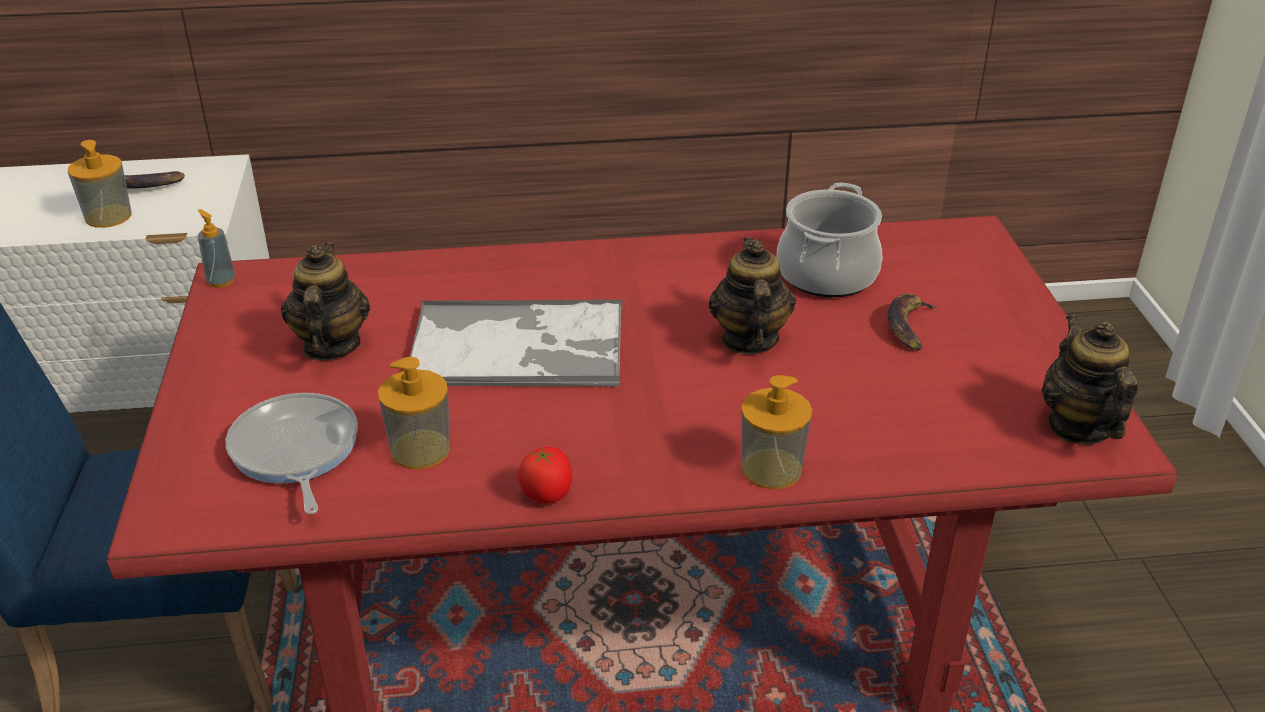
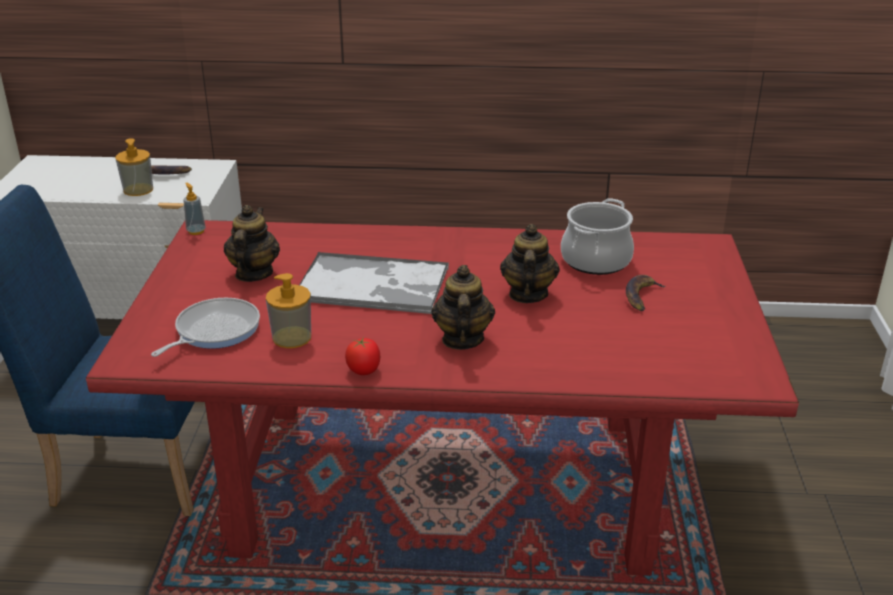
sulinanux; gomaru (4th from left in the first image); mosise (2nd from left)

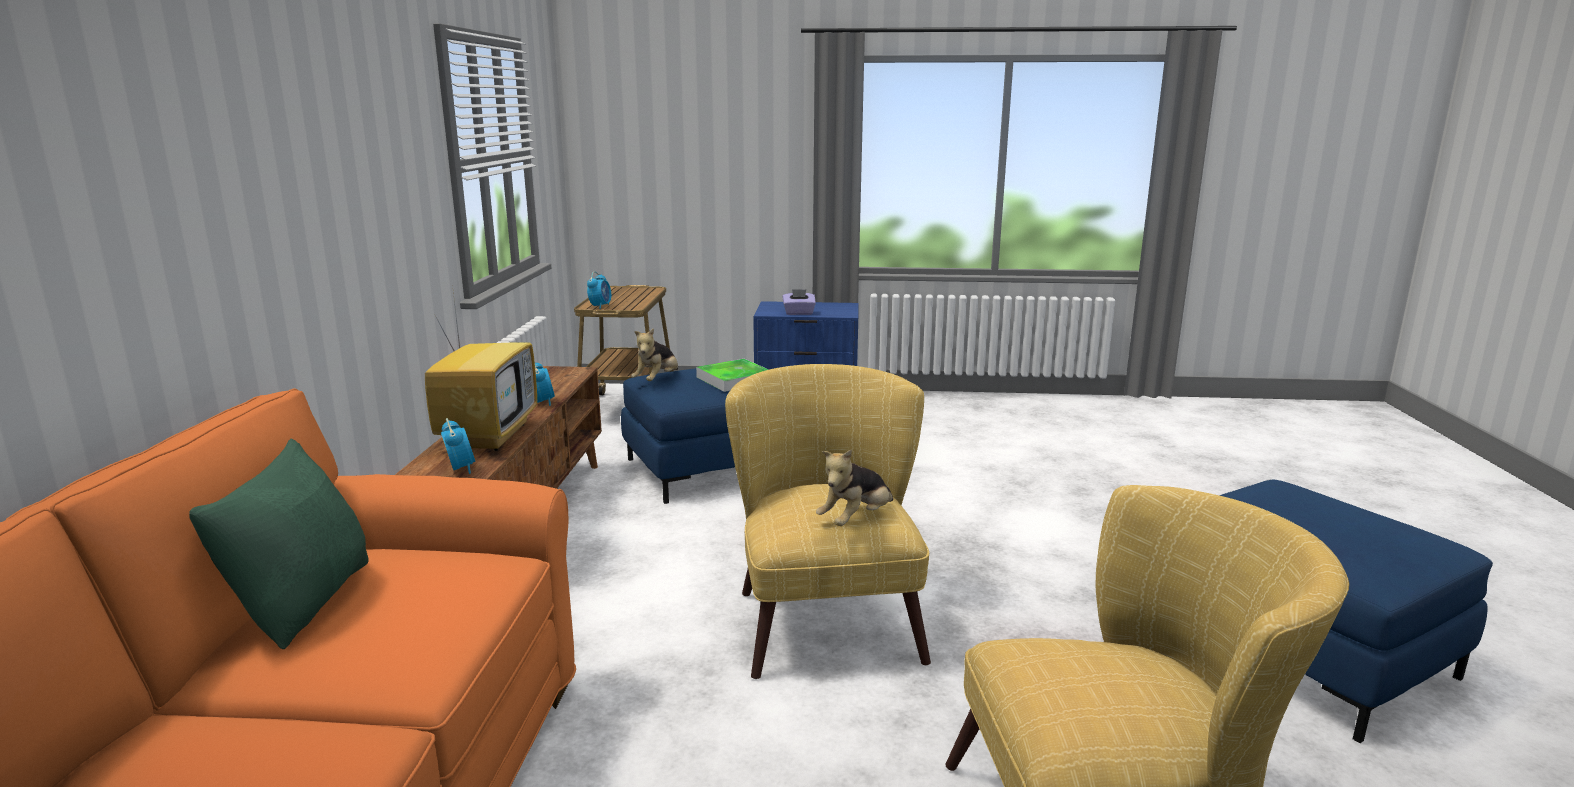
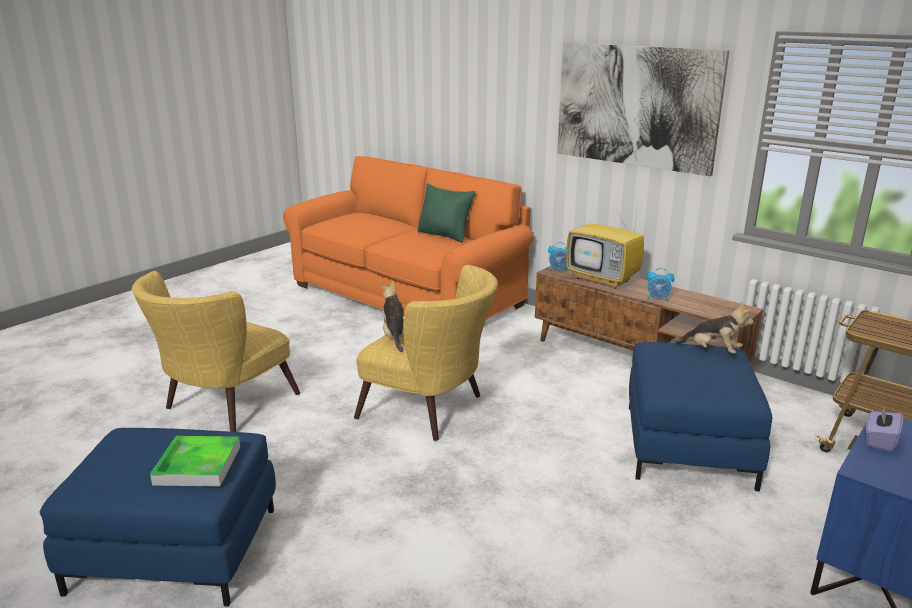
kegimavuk (3rd from left in the first image); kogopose (2nd from left); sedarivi; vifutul

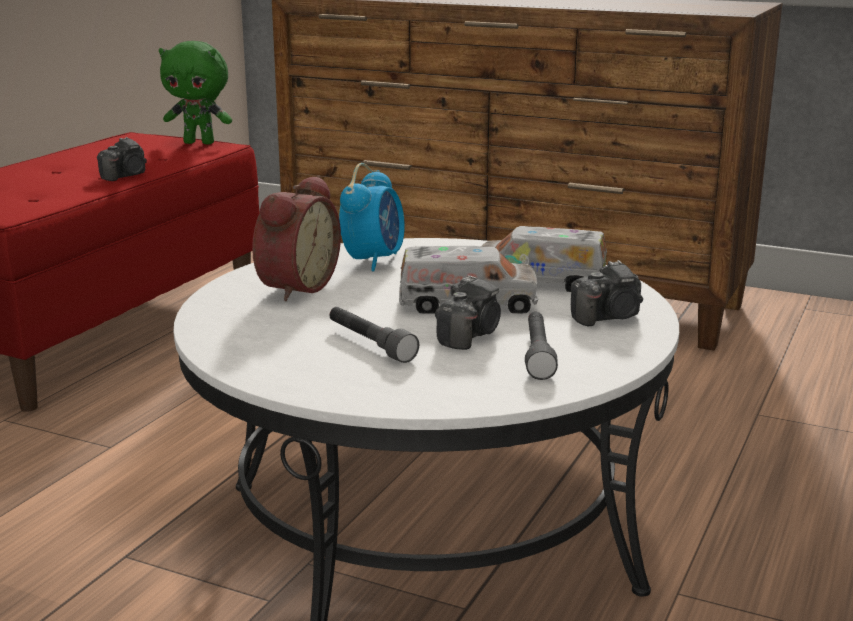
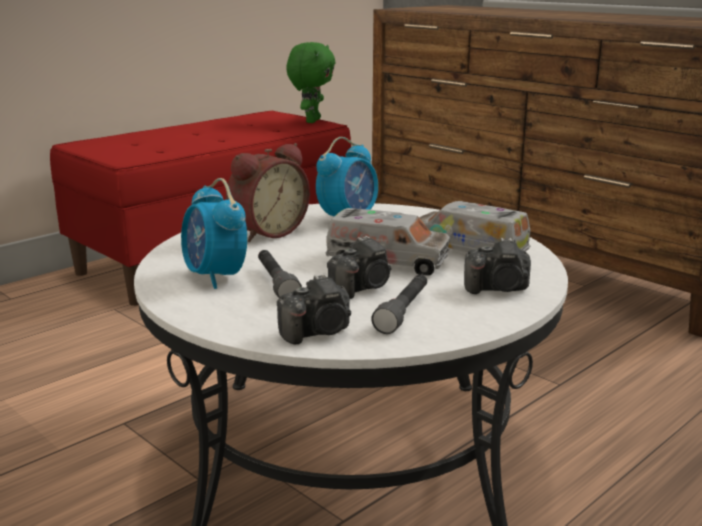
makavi (1st from left); kogopose (green); kegimavuk (1st from left)

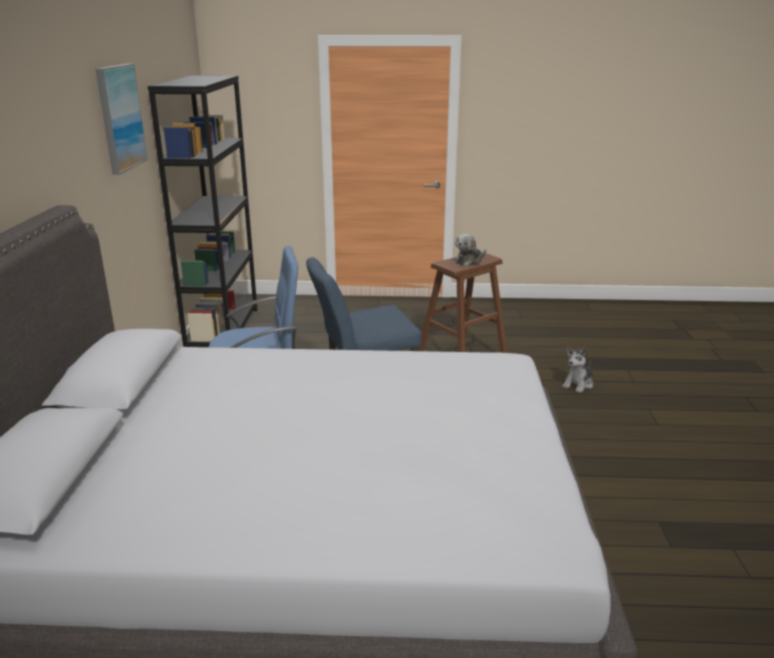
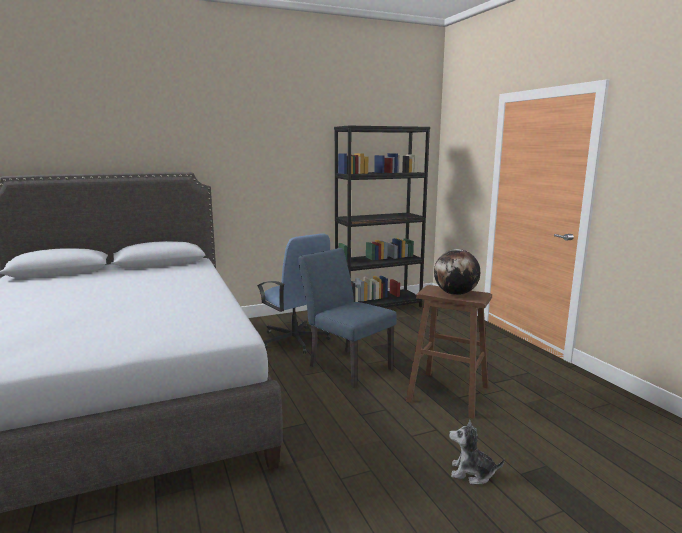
vifutul; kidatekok

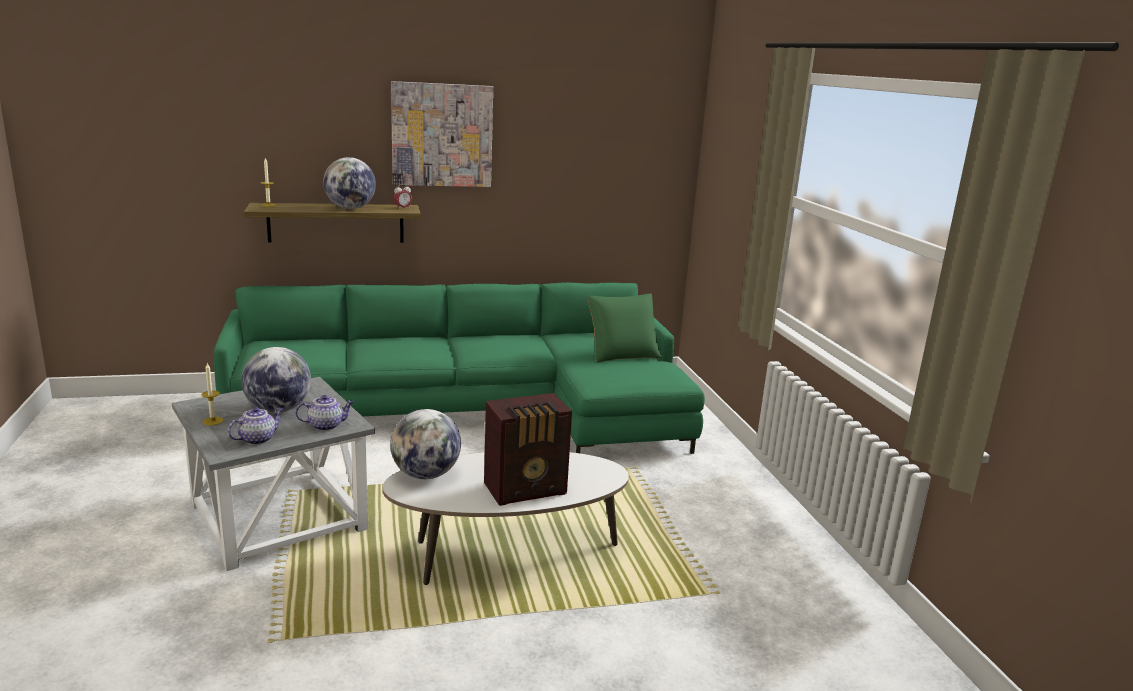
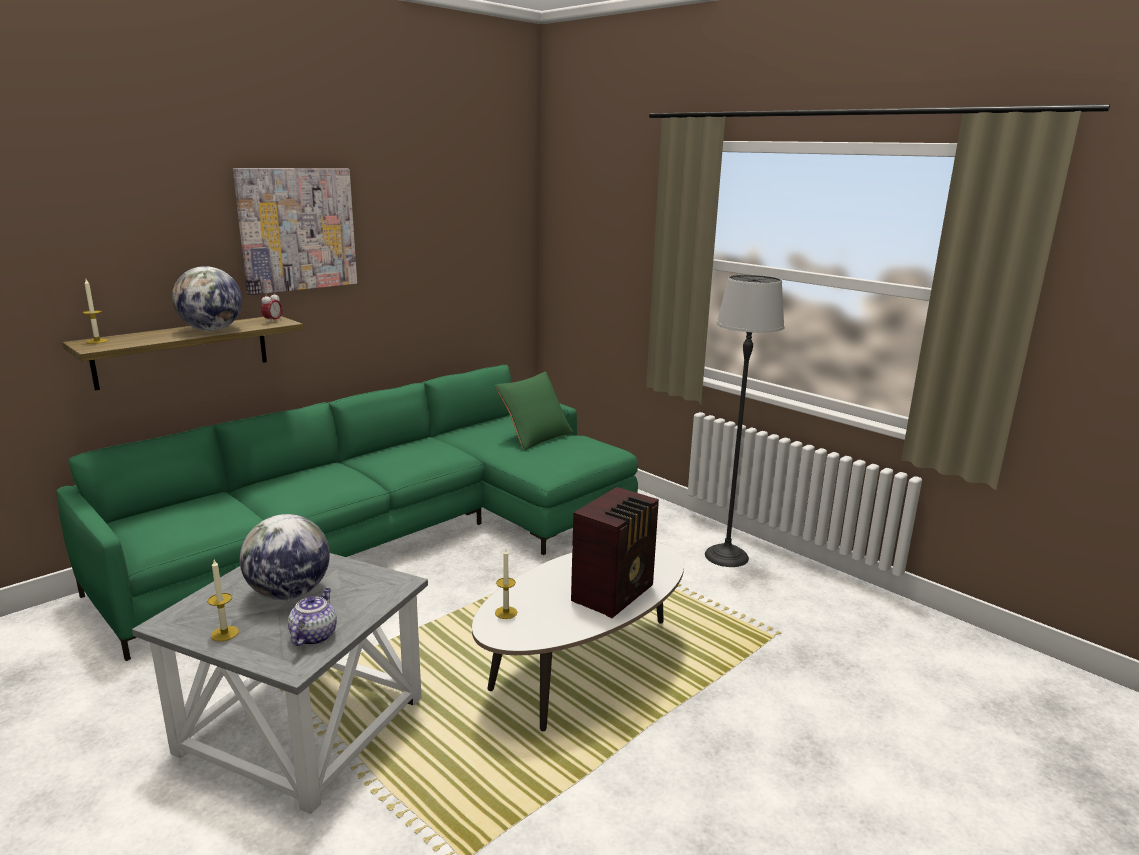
mosise (2nd from left in the first image); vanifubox (3rd from left); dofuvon

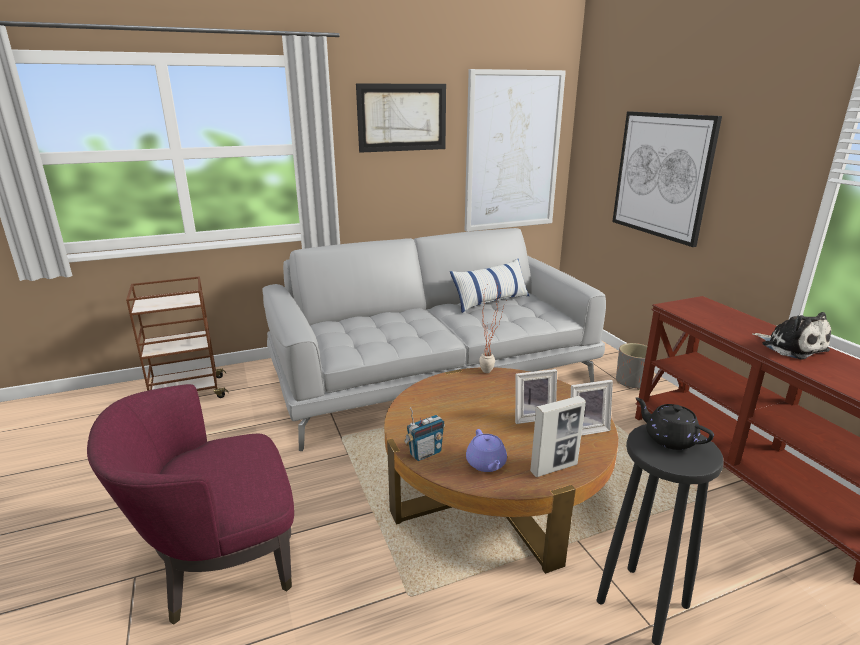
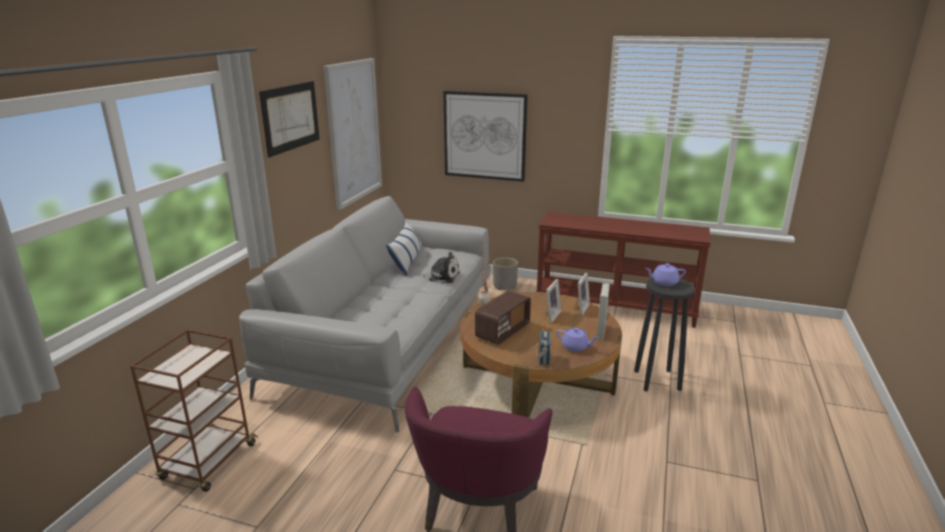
mosise (purple) (2nd from left); kogopose; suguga (1st from left)

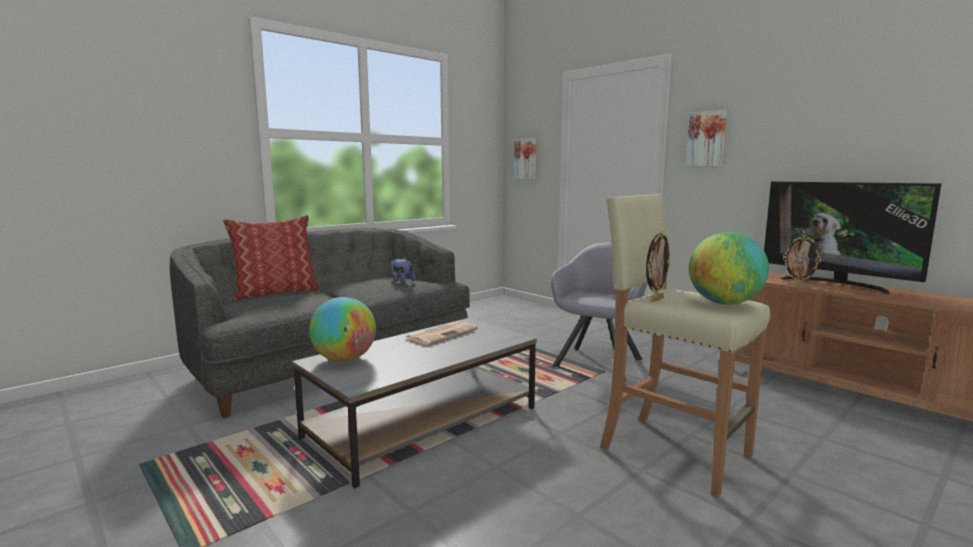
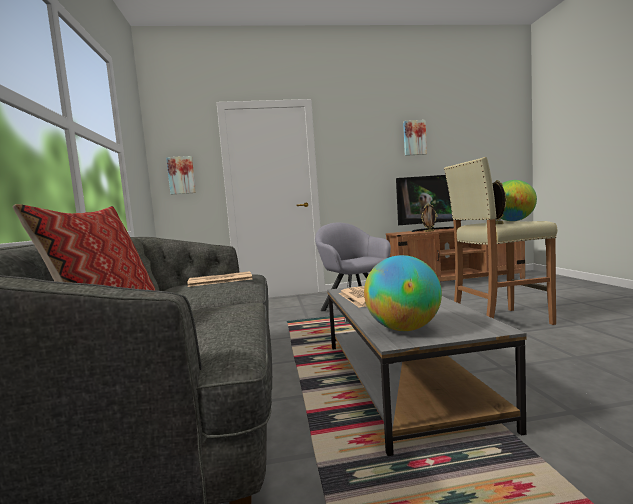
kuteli (1st from left); vifutul (2nd from left)

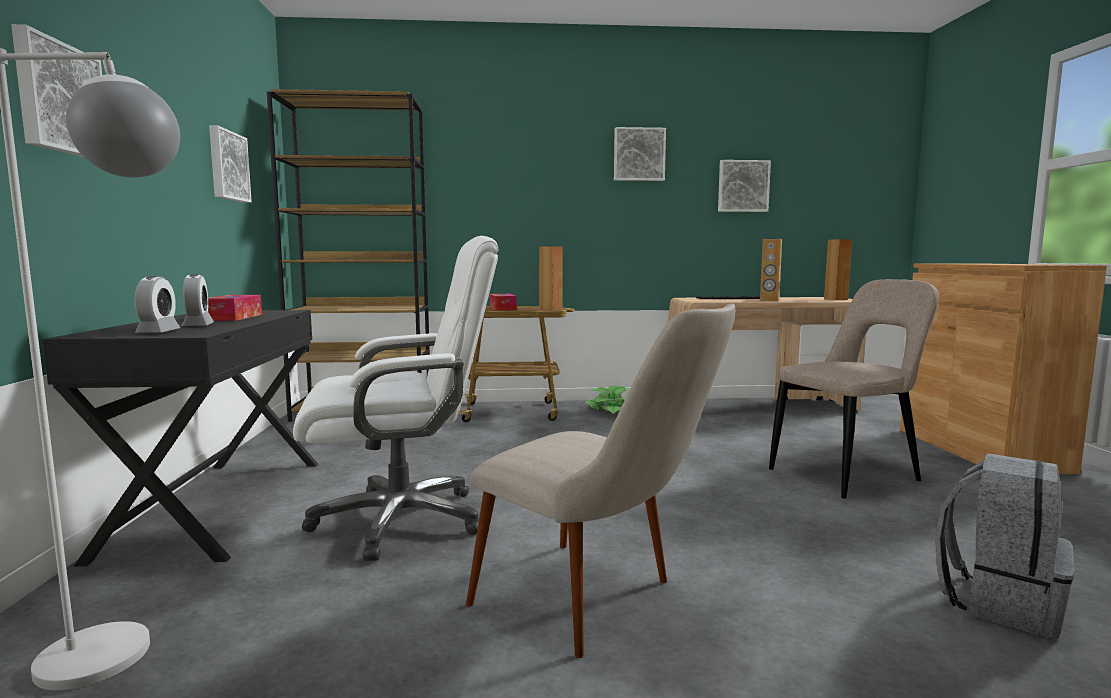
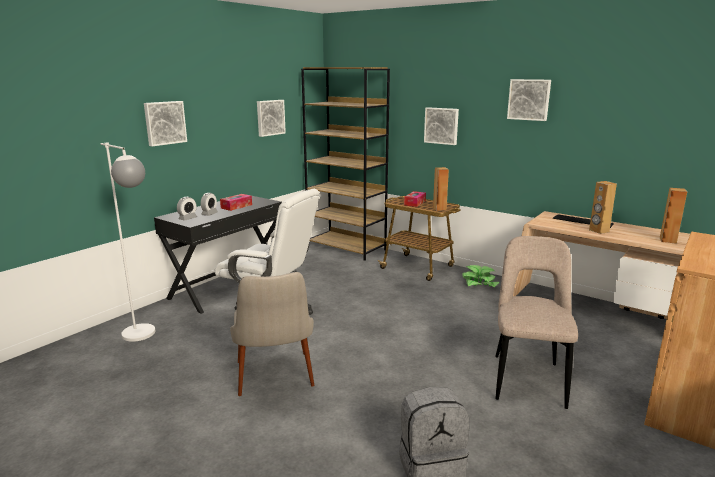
vifutul (3rd from left); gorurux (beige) (2nd from left)

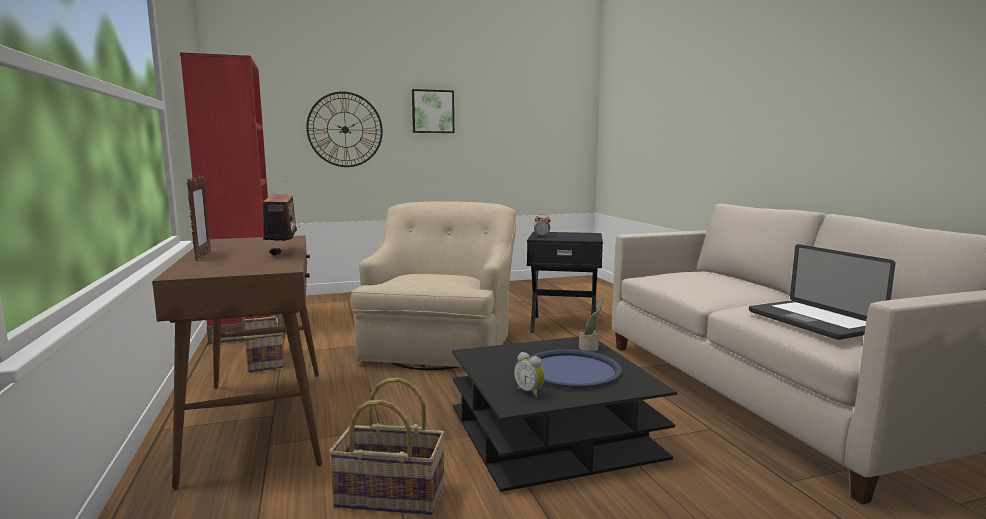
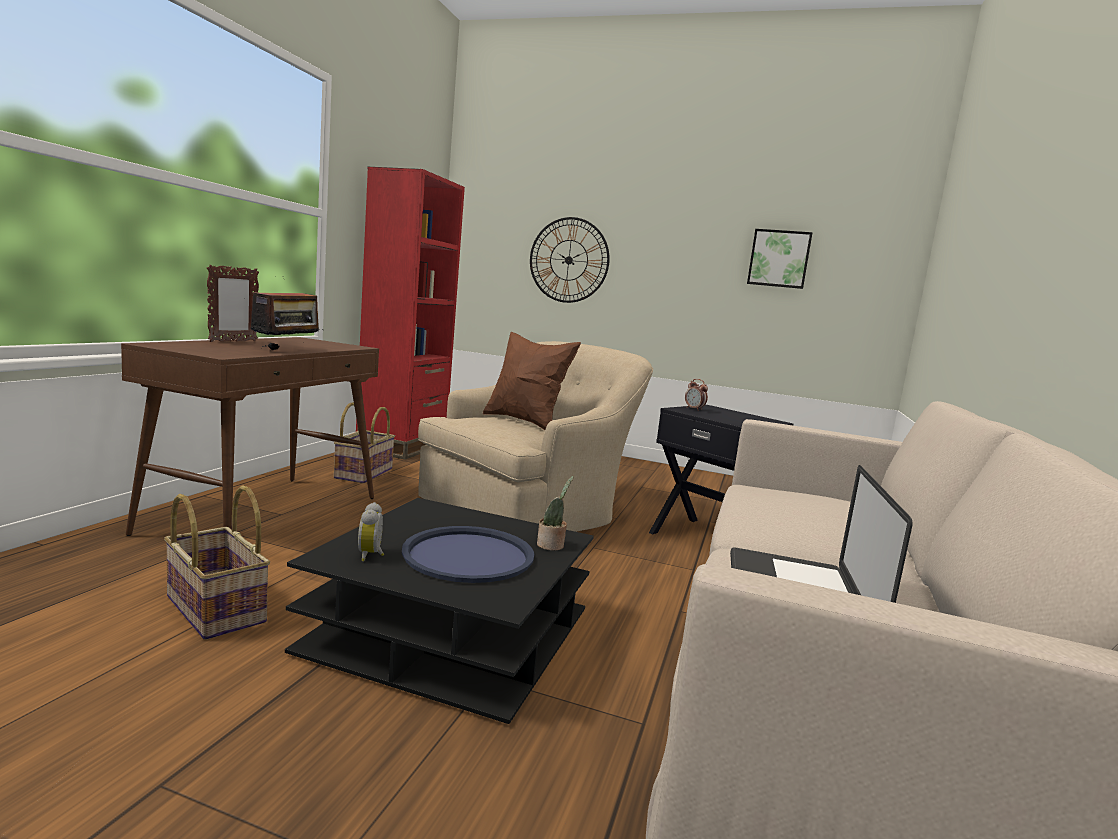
vifutul; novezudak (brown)

